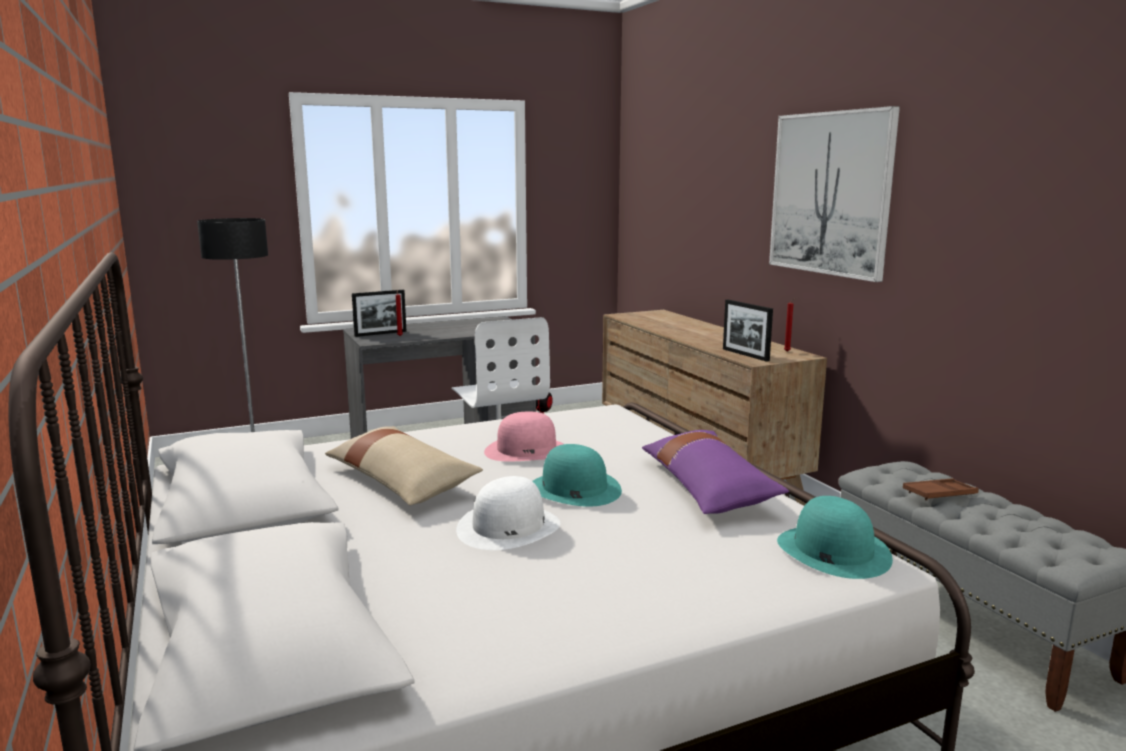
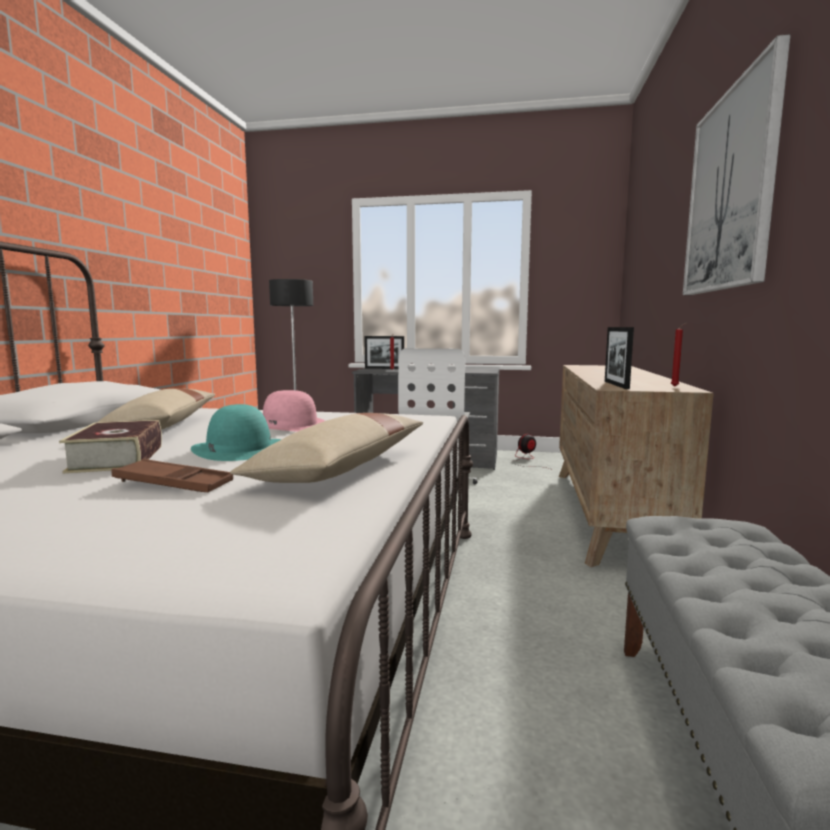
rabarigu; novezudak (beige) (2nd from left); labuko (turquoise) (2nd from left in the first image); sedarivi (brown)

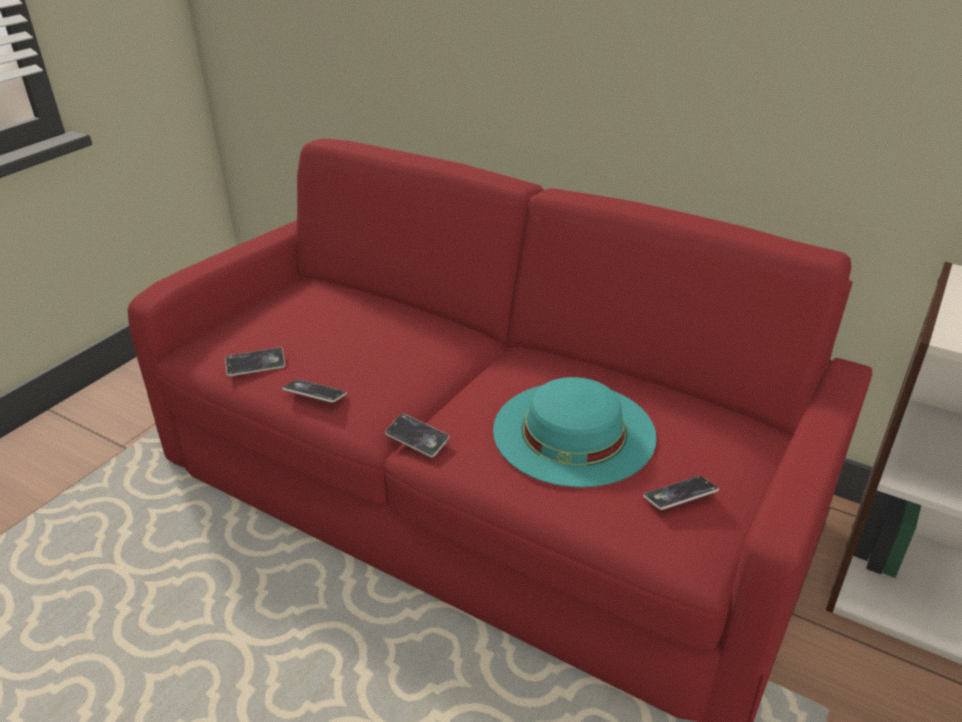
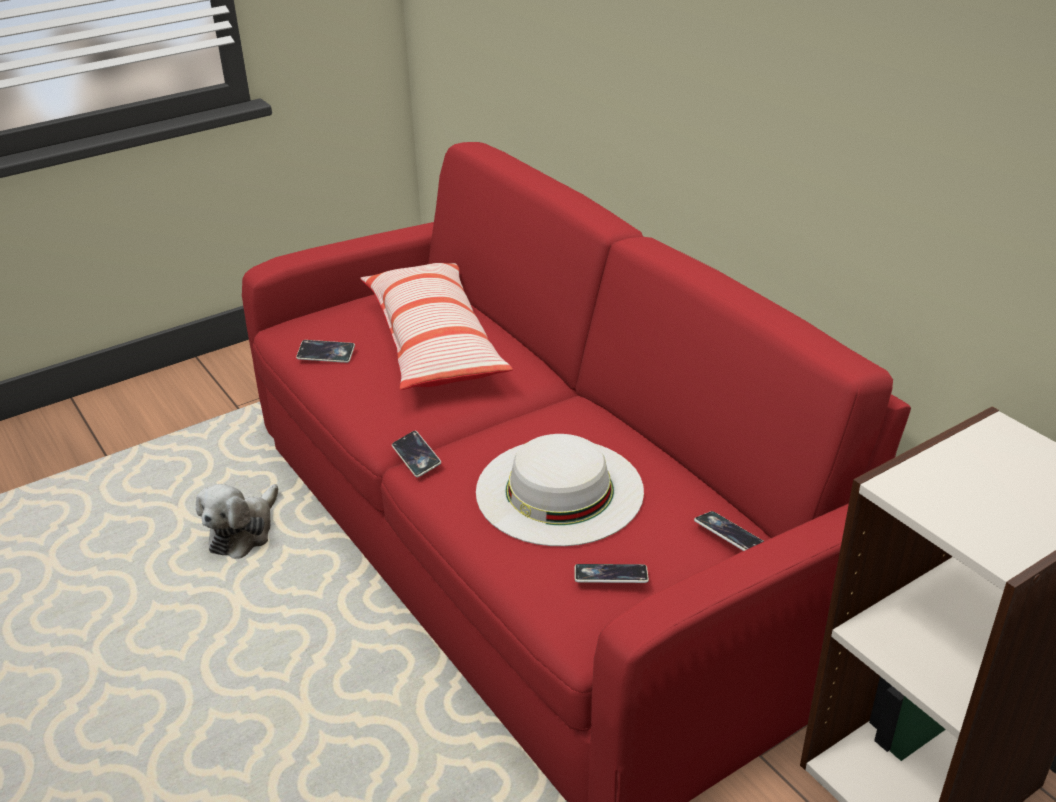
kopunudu (4th from left); labuko (white); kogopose; novezudak

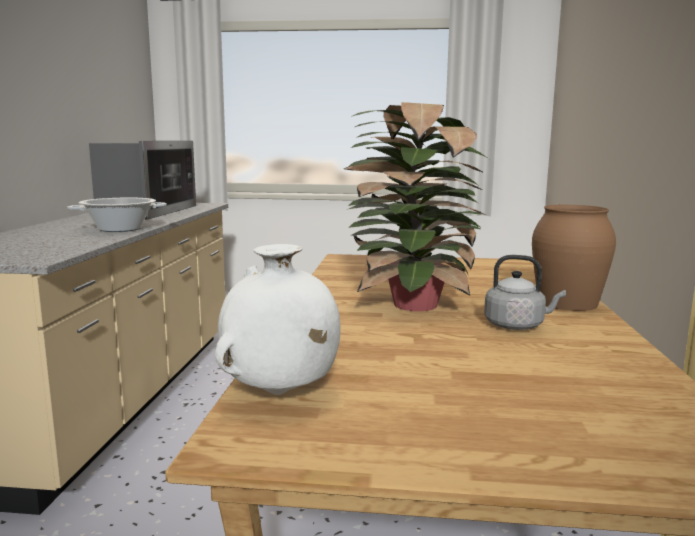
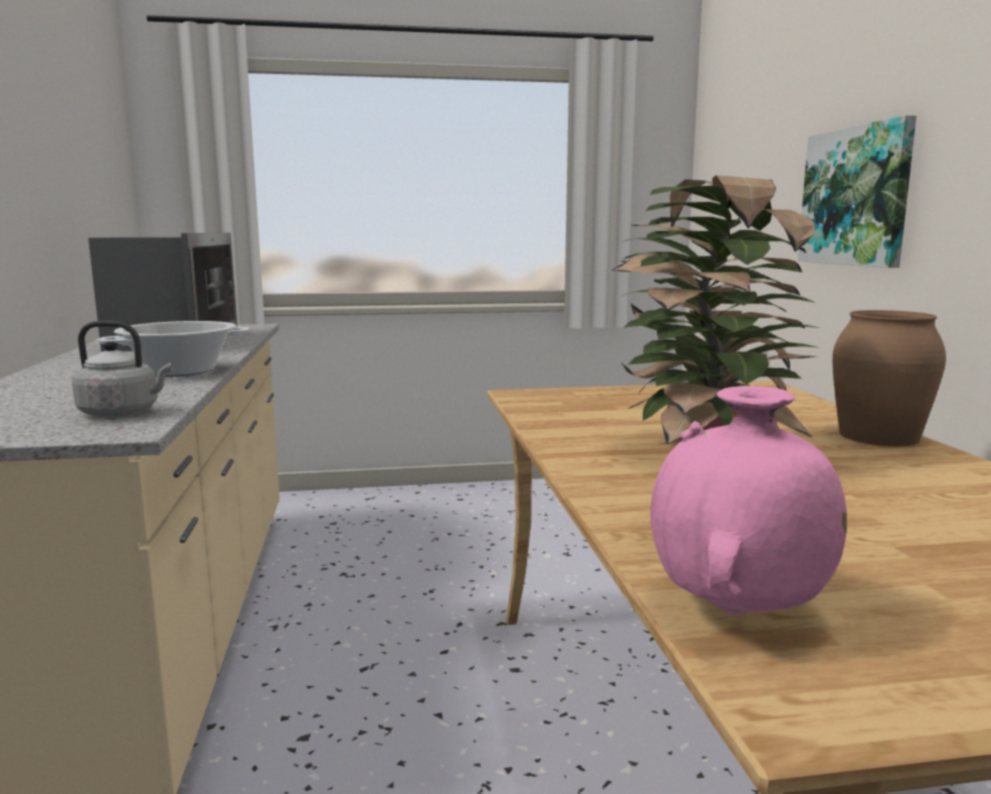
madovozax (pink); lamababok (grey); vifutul

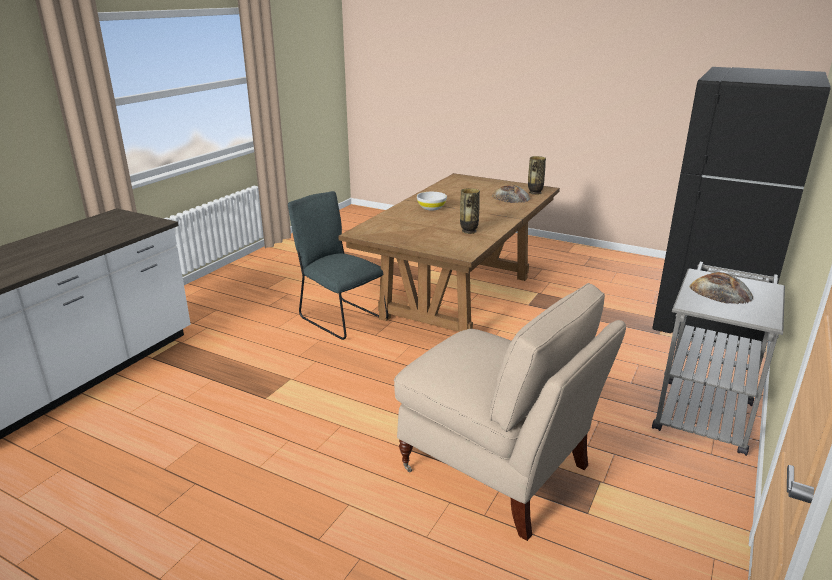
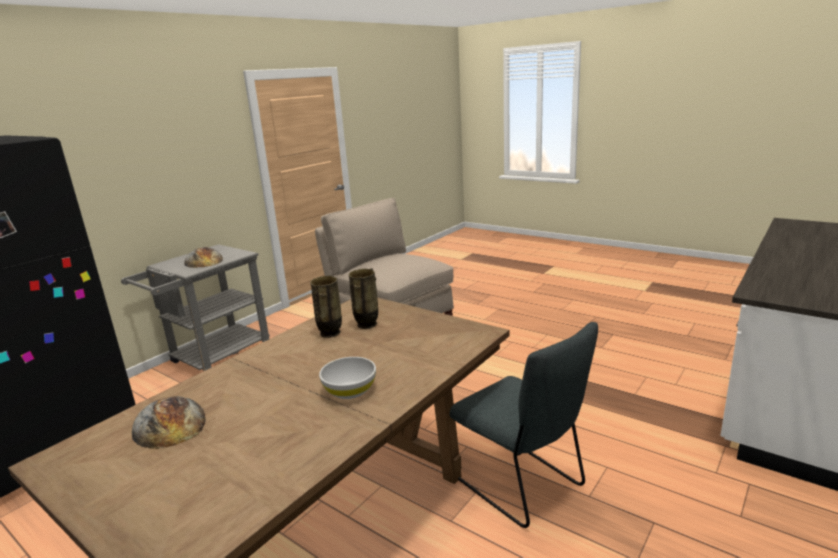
madovozax (2nd from left)

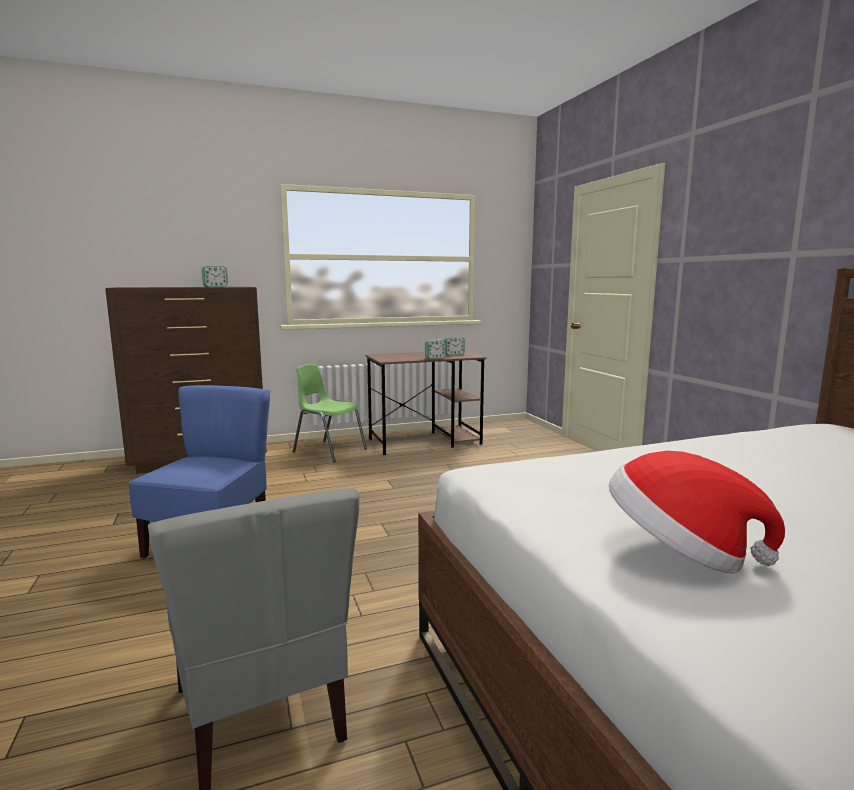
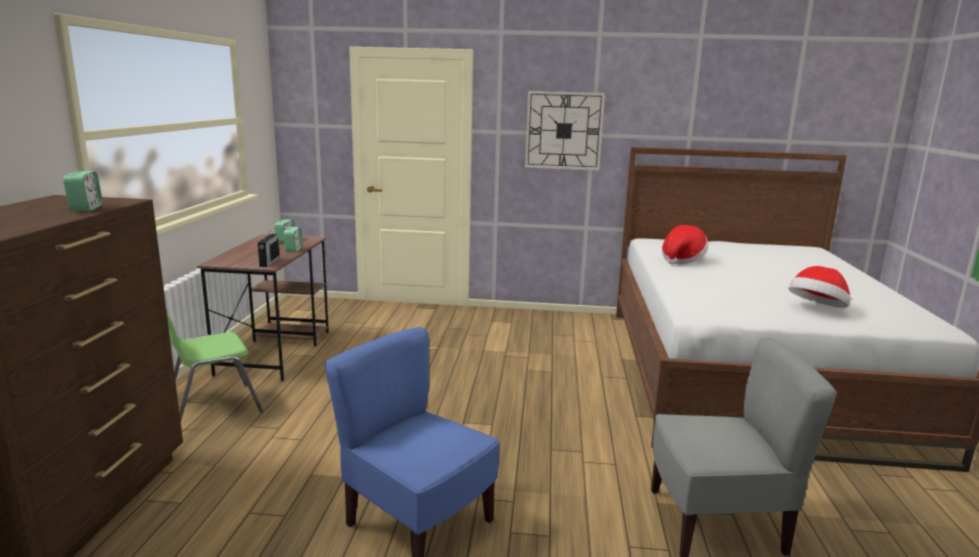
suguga; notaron; labuko (1st from left)

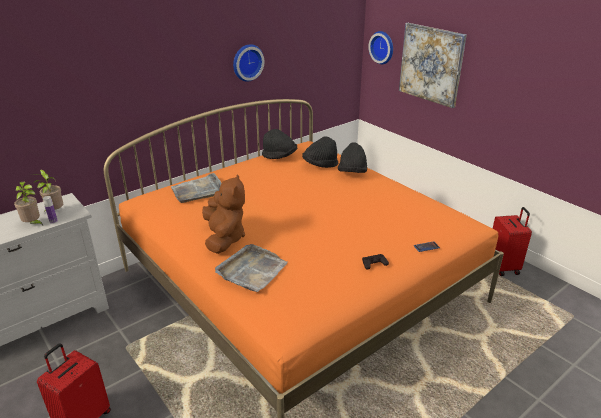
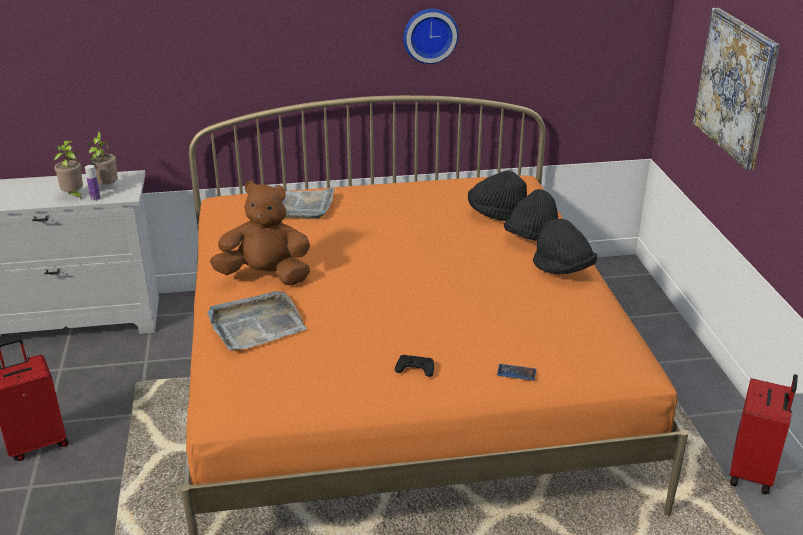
kogopose (brown); labuko (black) (3rd from left); notaron (2nd from left in the first image)

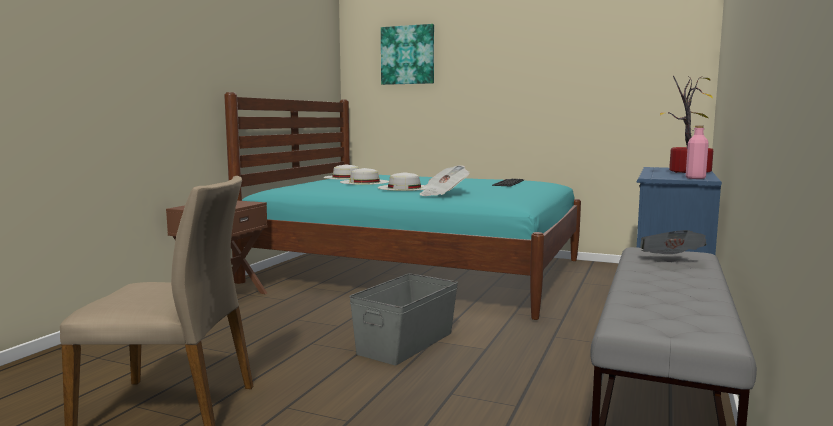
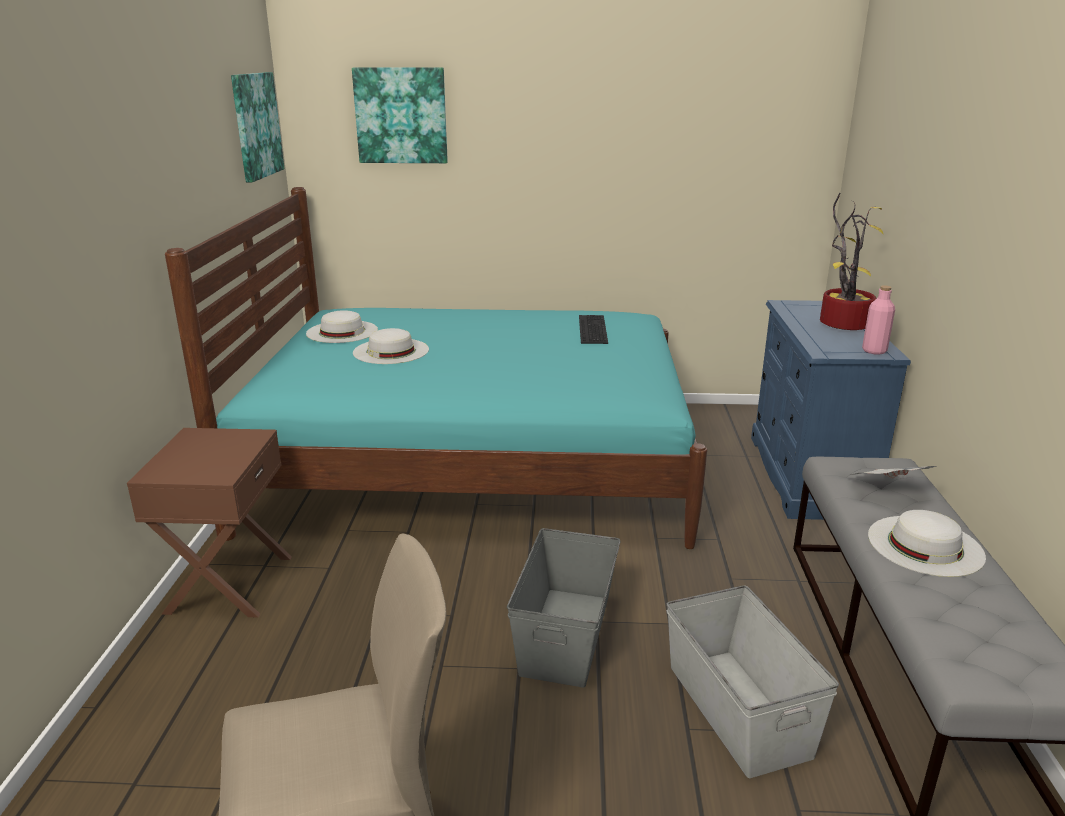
labuko (white) (3rd from left); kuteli (1st from left in the first image); vifutul (1st from left); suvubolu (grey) (2nd from left)

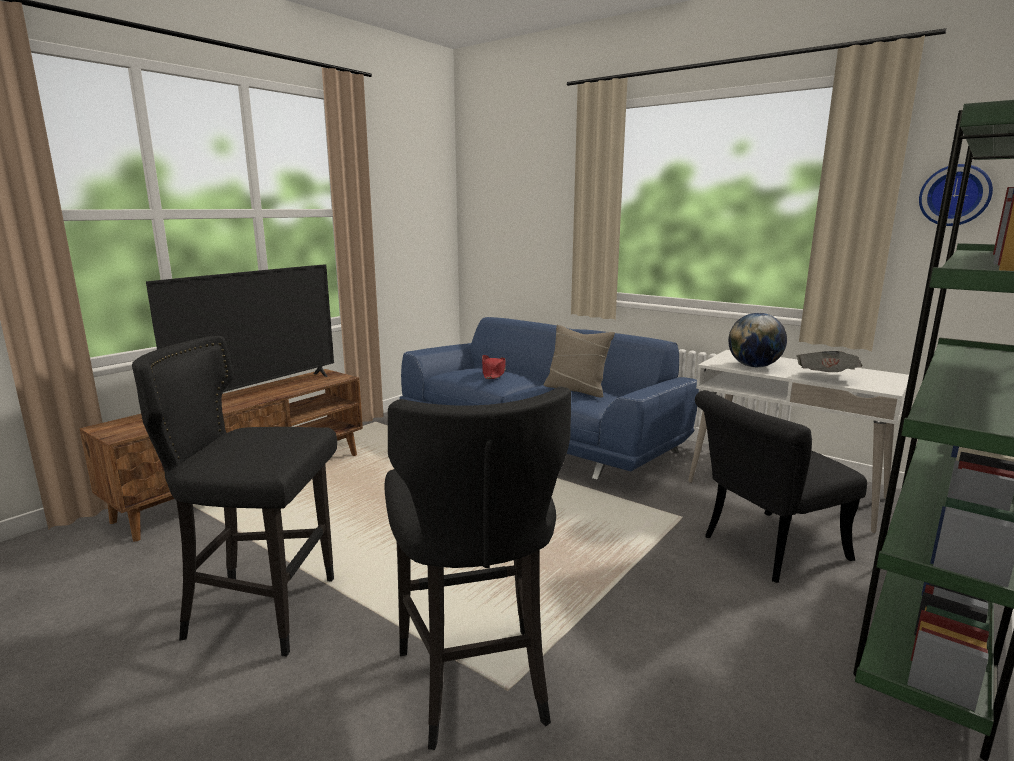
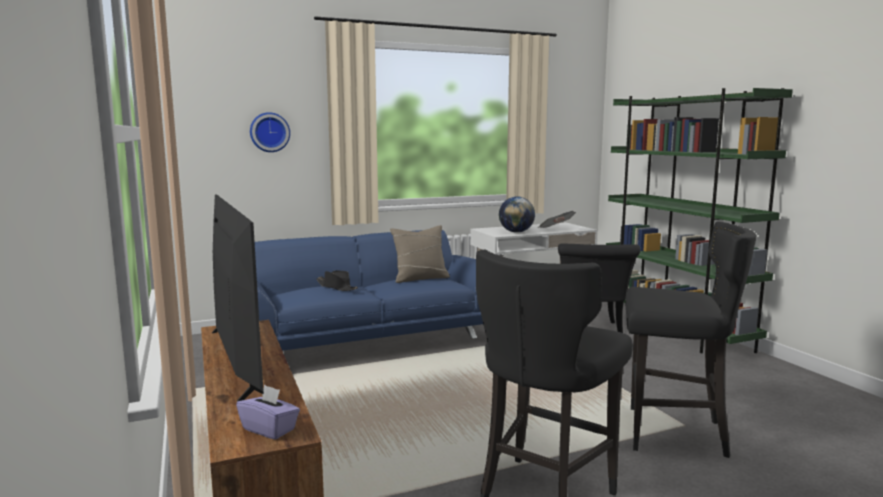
labuko (black); notaron; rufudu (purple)

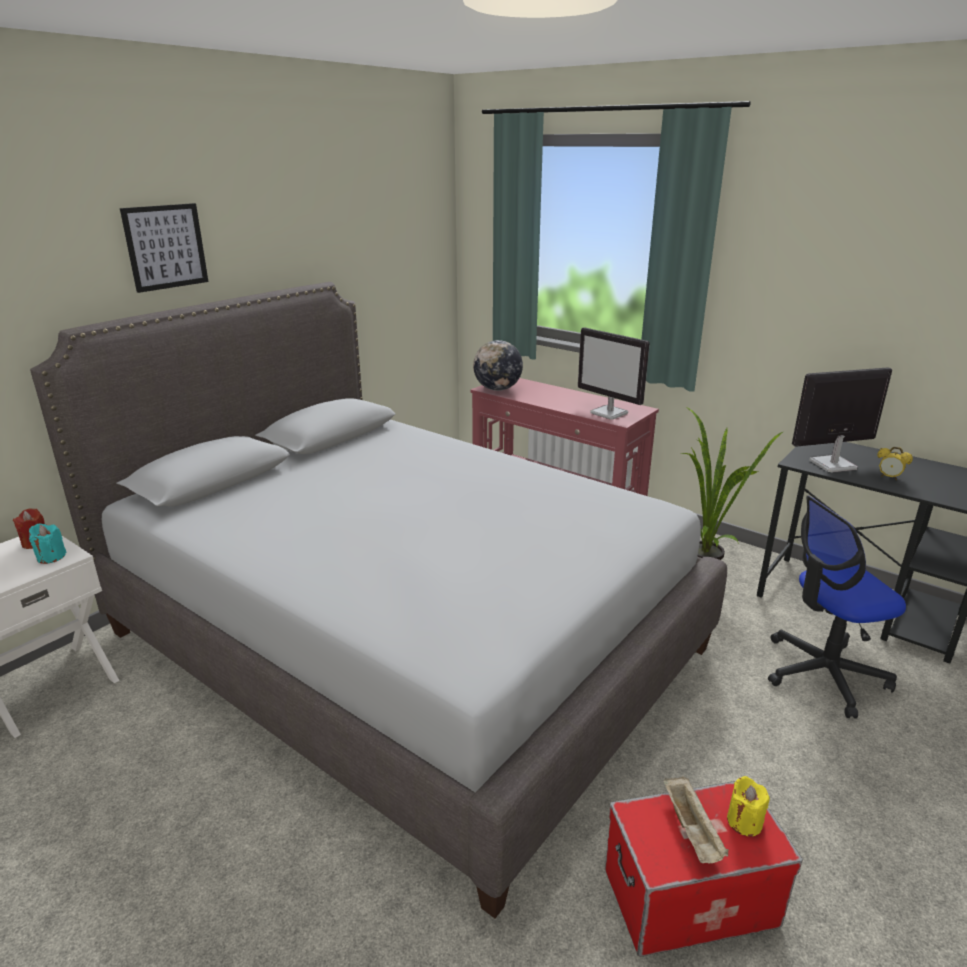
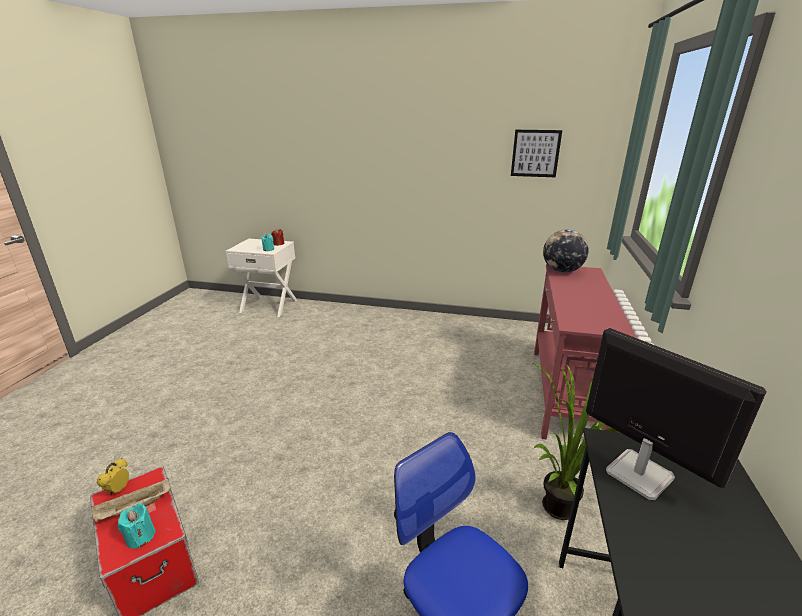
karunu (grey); vifutul; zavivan (1st from left in the first image); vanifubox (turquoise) (1st from left); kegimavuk

